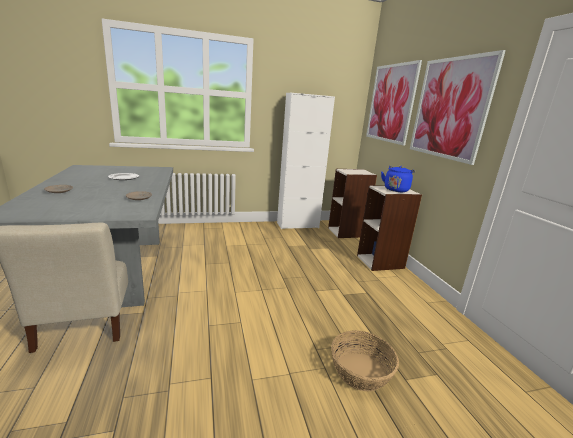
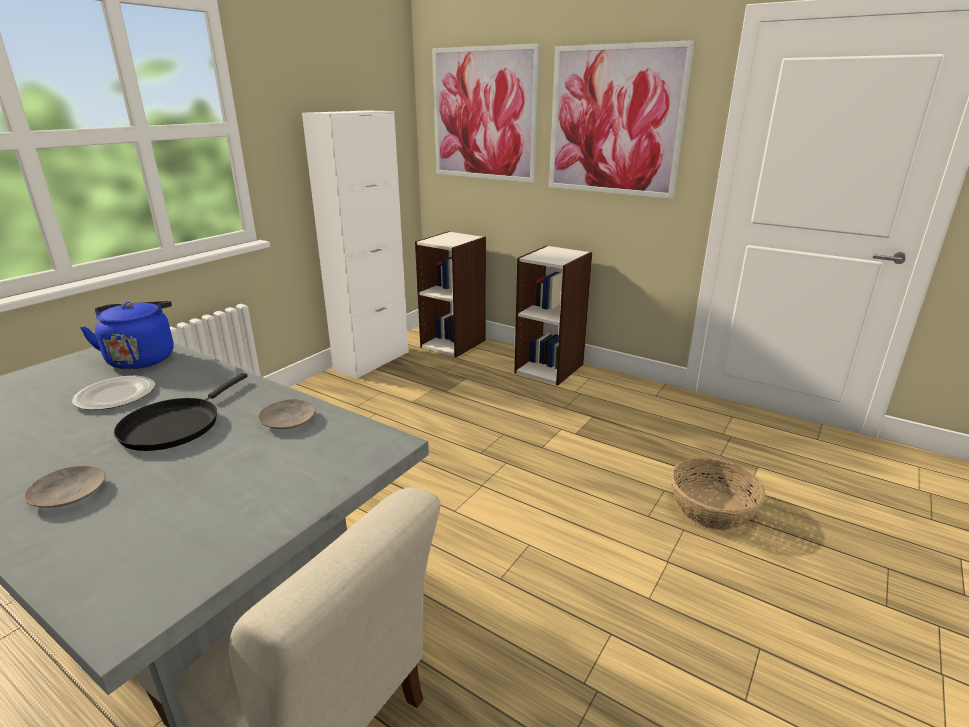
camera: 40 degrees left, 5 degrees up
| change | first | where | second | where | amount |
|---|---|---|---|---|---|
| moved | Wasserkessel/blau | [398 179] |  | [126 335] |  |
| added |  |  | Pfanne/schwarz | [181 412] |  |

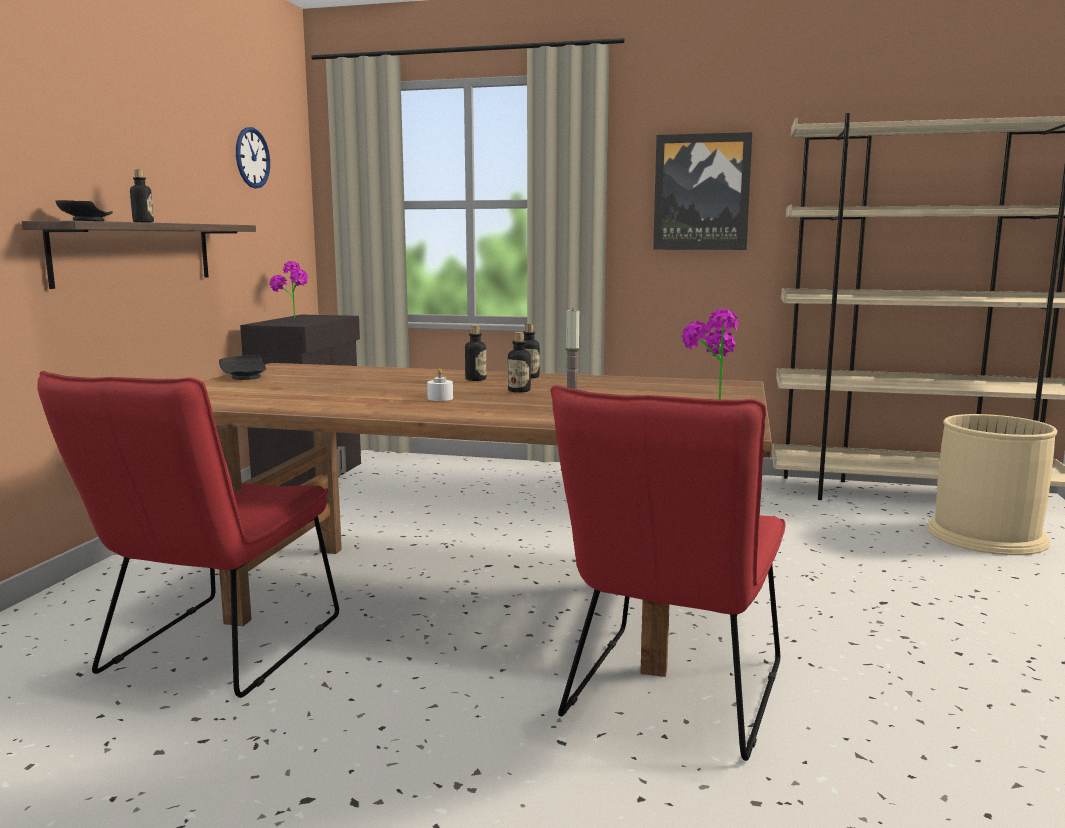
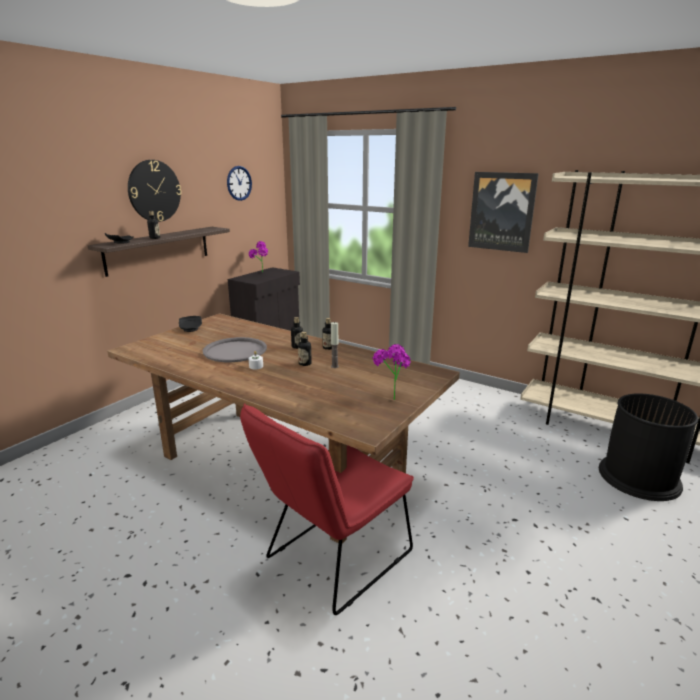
camera: 20 degrees right, 10 degrees up
| change | first | where | second | where | amount |
|---|---|---|---|---|---|
| added |  |  | Wanduhr | [155 191] |  |
| added |  |  | Tablett/grau | [235 349] |  |
| recoloured | Mülleimer/beige | [992 484] | Mülleimer/schwarz | [648 447] |  |
| removed | Stuhl/rot | [188 534] |  |  |  |

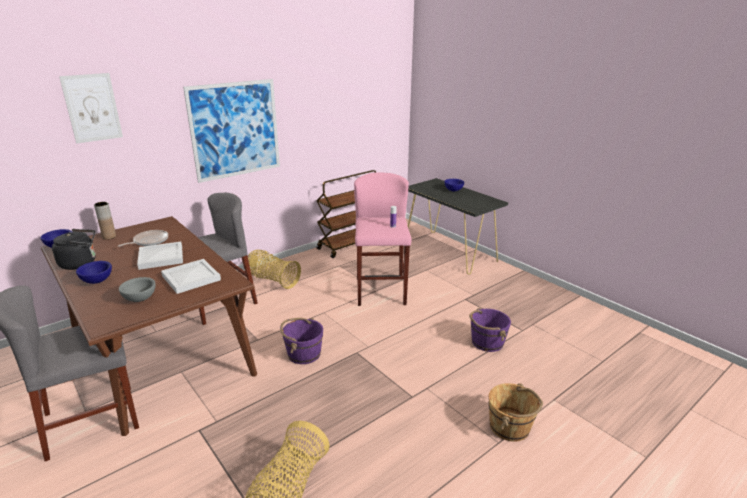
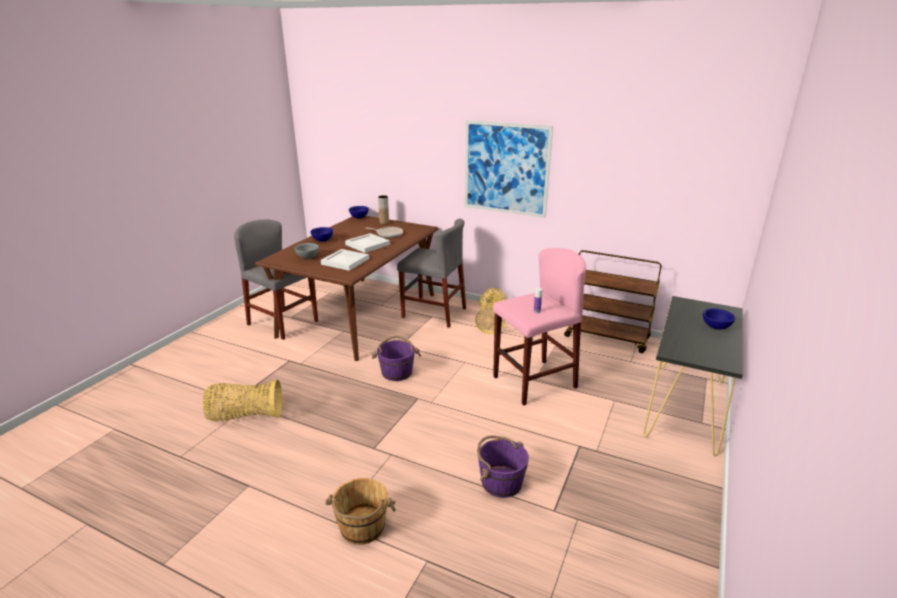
camera: 65 degrees right, 0 degrees up
| change | first | where | second | where | amount |
|---|---|---|---|---|---|
| removed | Wasserkessel/schwarz | [74 249] |  |  |  |
| removed | Bild | [91 108] |  |  |  |

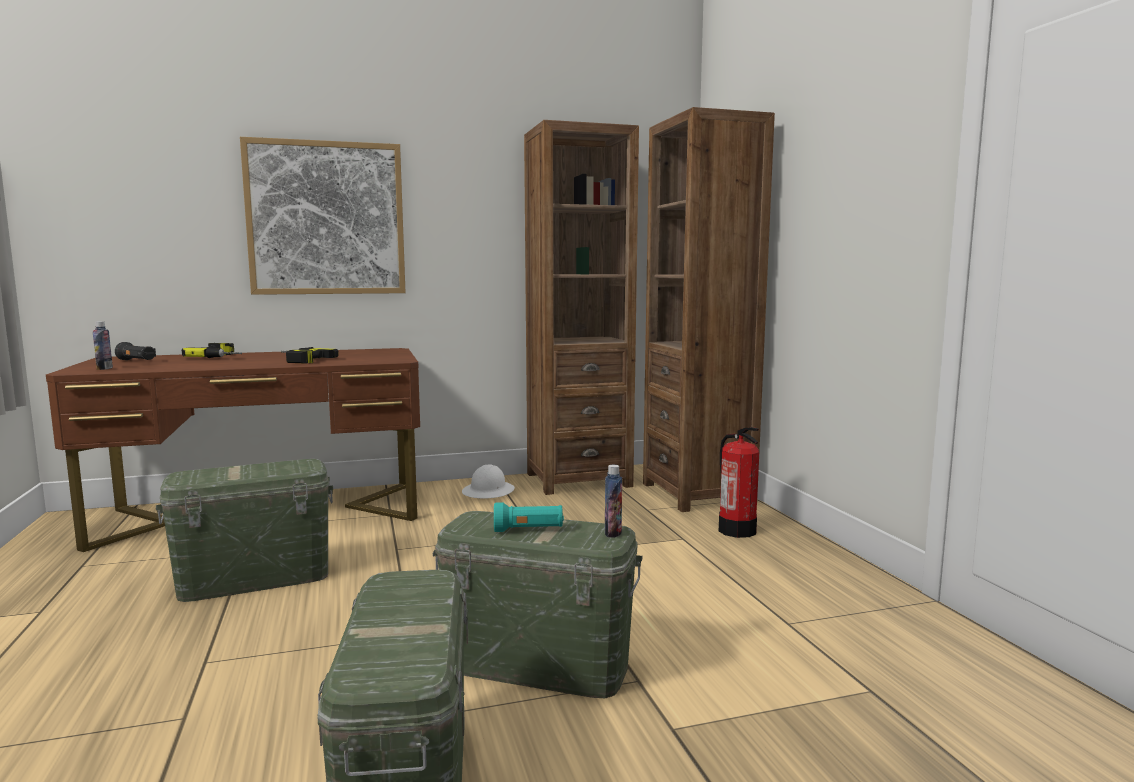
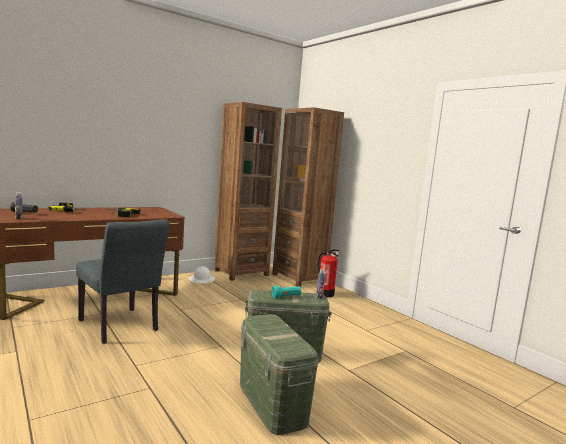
camera: 20 degrees left, 0 degrees up
| change | first | where | second | where | amount |
|---|---|---|---|---|---|
| replaced | Aufbewahrungsbox/grün | [244 530] | Stuhl/grau | [123 281] |  |
| removed | Bild | [323 216] |  |  |  |

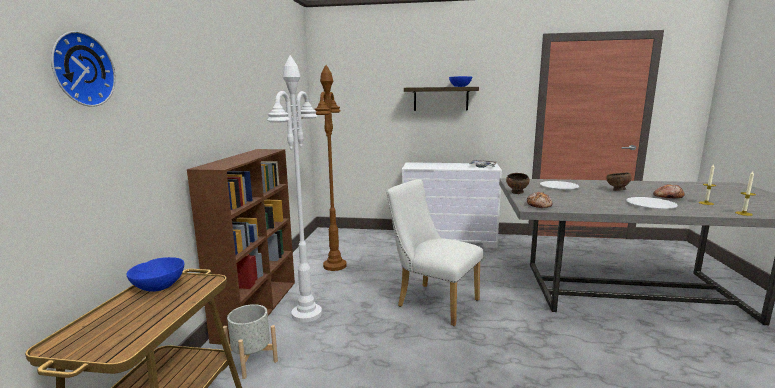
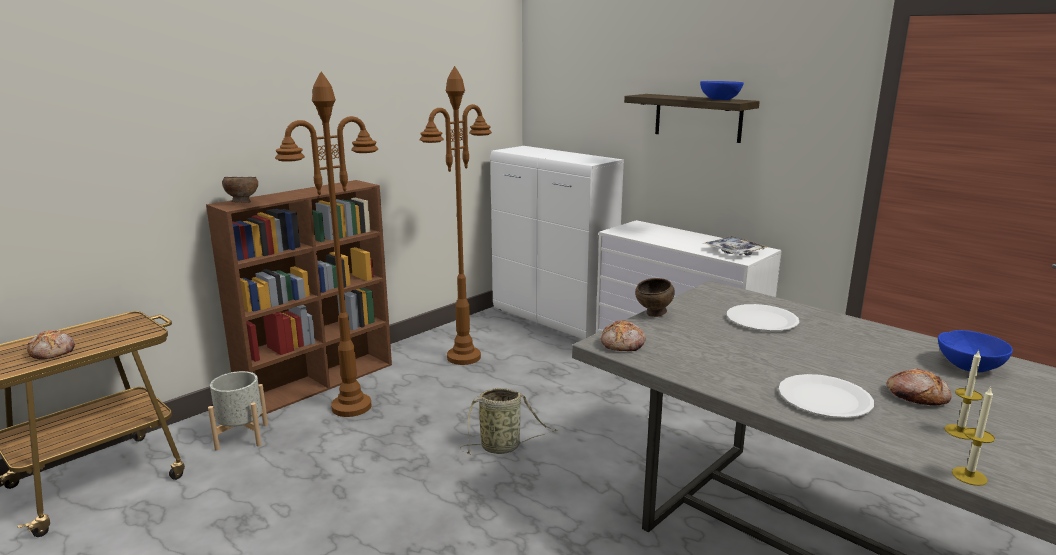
camera: 35 degrees right, 5 degrees up
| change | first | where | second | where | amount |
|---|---|---|---|---|---|
| added |  |  | Brot | [51 345] |  |
| moved | Schüssel/braun | [619 182] |  | [240 190] |  |
| recoloured | Stehlampe/weiß | [294 188] | Stehlampe/braun | [326 244] |  |
| replaced | Stuhl/weiß | [435 252] | Korb | [509 421] |  |
| added |  |  | Schrank/weiß | [557 242] |  |
| moved | Schüssel/blau | [155 274] |  | [975 351] |  |
| removed | Wanduhr | [83 69] |  |  |  |

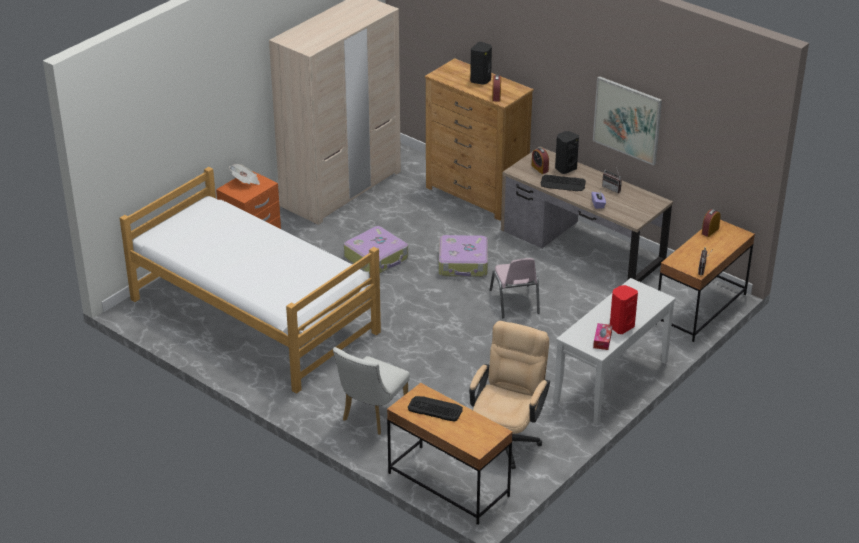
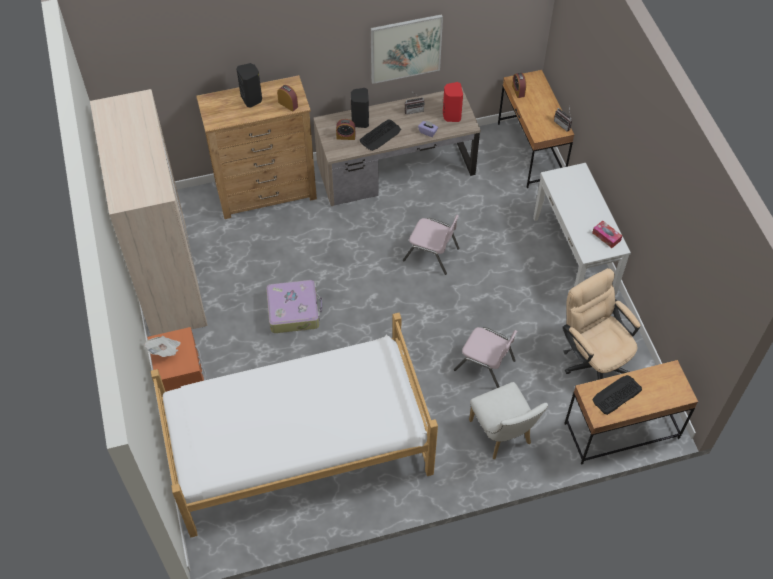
camera: 55 degrees left, 20 degrees up
| change | first | where | second | where | amount |
|---|---|---|---|---|---|
| moved | Lautsprecher/rot | [624 309] |  | [453 102] |  |
| added |  |  | Stuhl/rosa | [485 357] |  |
| removed | Koffer | [463 256] |  |  |  |

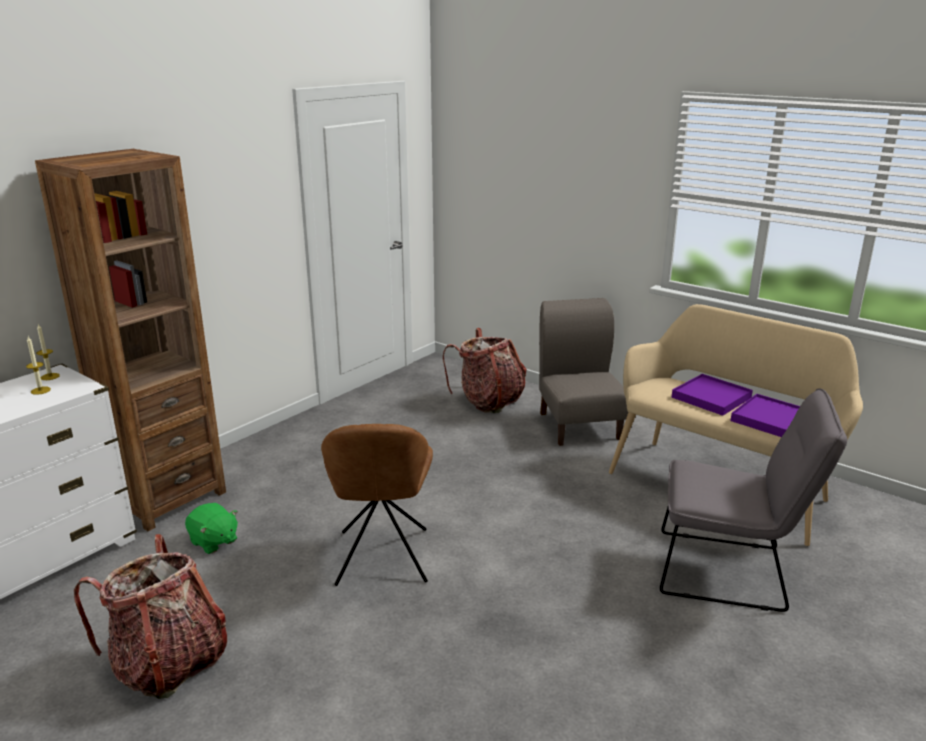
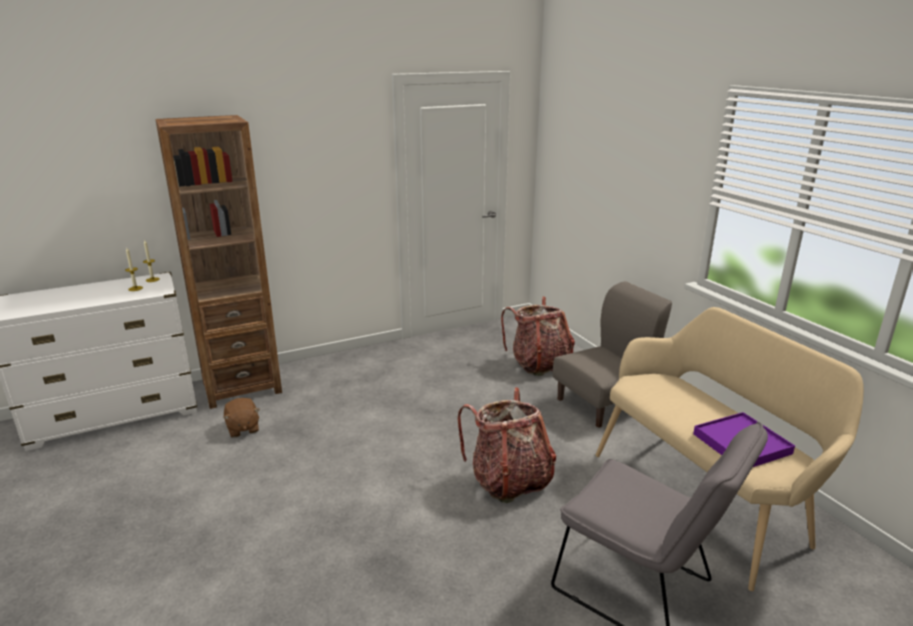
camera: 25 degrees right, 0 degrees up
| change | first | where | second | where | amount |
|---|---|---|---|---|---|
| recoloured | Plüschtier/grün | [211 528] | Plüschtier/braun | [241 418] |  |
| moved | Rucksack | [150 616] |  | [507 445] |  |
| turned | Stuhl/grau | [583 372] |  | [612 354] | 45 degrees clockwise |
| removed | Stuhl/braun | [377 505] |  |  |  |
| removed | Tablett/lila | [712 395] |  |  |  |

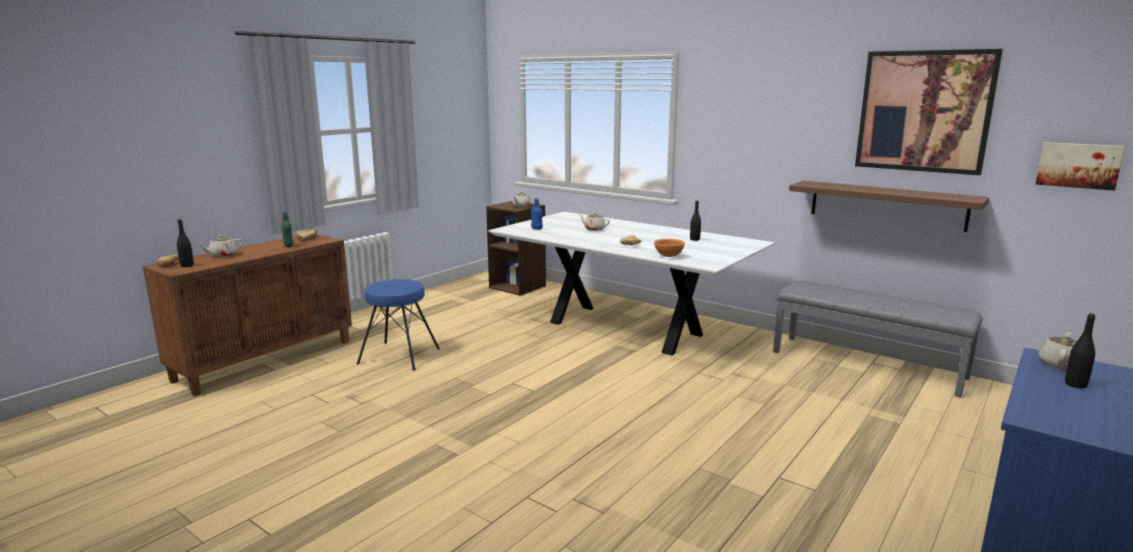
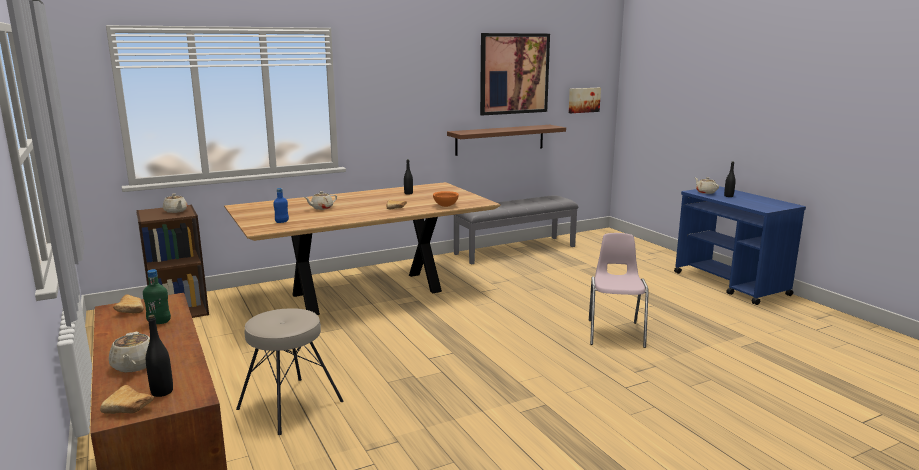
camera: 65 degrees left, 0 degrees up
| change | first | where | second | where | amount |
|---|---|---|---|---|---|
| recoloured | Esstisch/weiß | [631 283] | Esstisch/braun | [362 248] |  |
| recoloured | Hocker/blau | [398 325] | Hocker/beige | [289 371] |  |
| added |  |  | Stuhl/rosa | [619 290] |  |

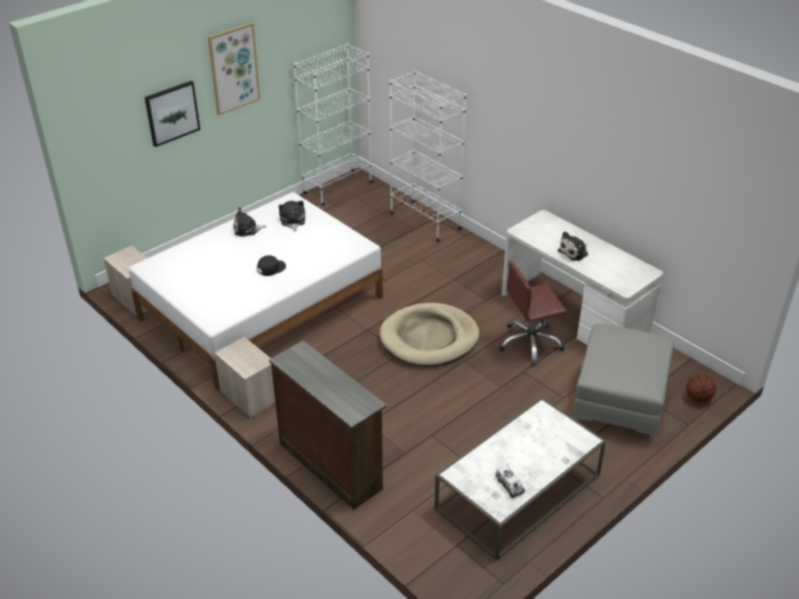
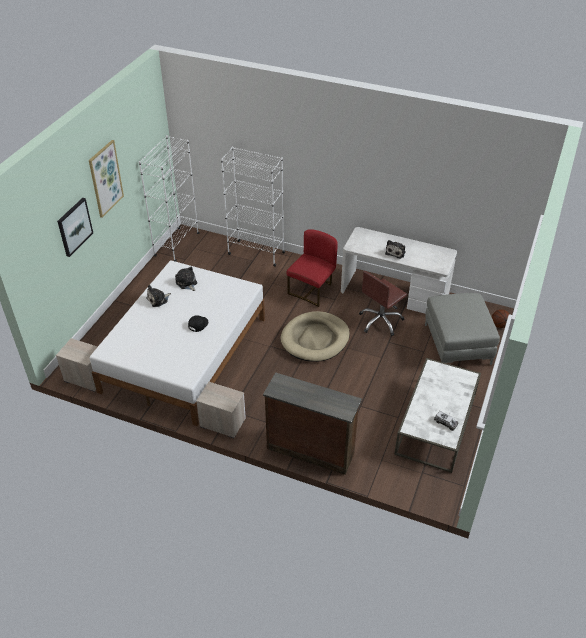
camera: 25 degrees left, 5 degrees up
| change | first | where | second | where | amount |
|---|---|---|---|---|---|
| added |  |  | Stuhl/rot | [312 268] |  |

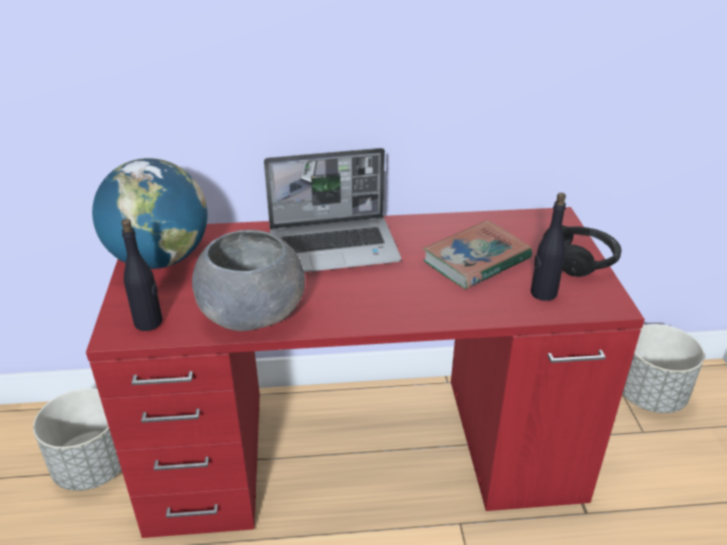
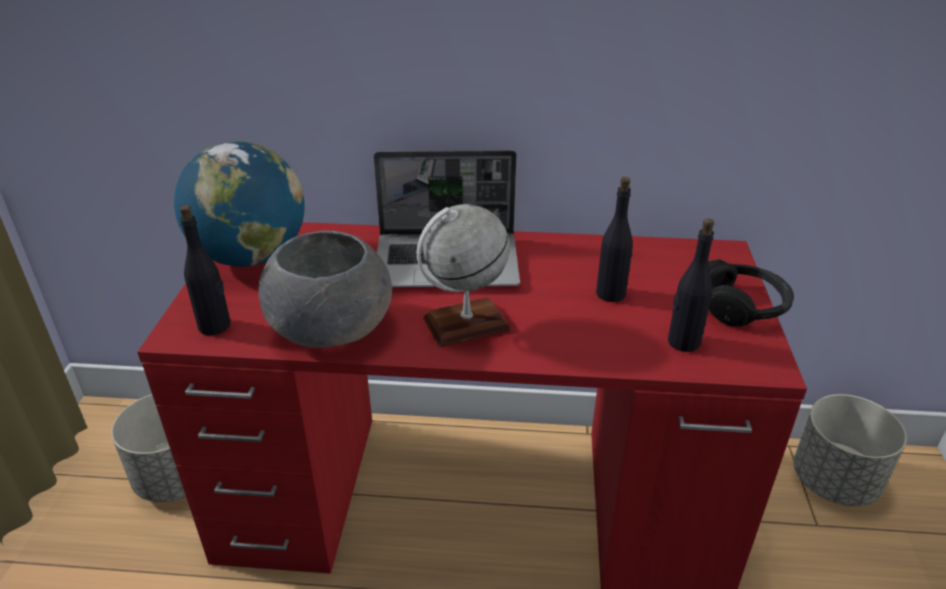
camera: 10 degrees right, 0 degrees up
| change | first | where | second | where | amount |
|---|---|---|---|---|---|
| added |  |  | Globus | [464 275] |  |
| replaced | Buch | [477 254] | Flasche/schwarz | [614 239] |  |

